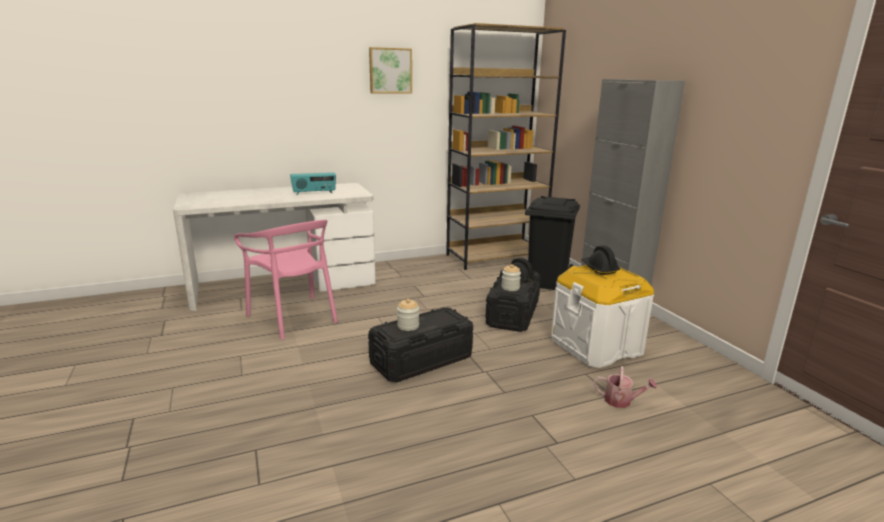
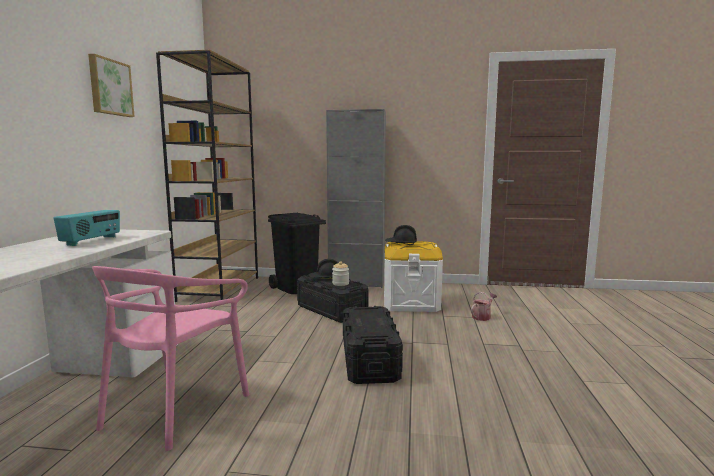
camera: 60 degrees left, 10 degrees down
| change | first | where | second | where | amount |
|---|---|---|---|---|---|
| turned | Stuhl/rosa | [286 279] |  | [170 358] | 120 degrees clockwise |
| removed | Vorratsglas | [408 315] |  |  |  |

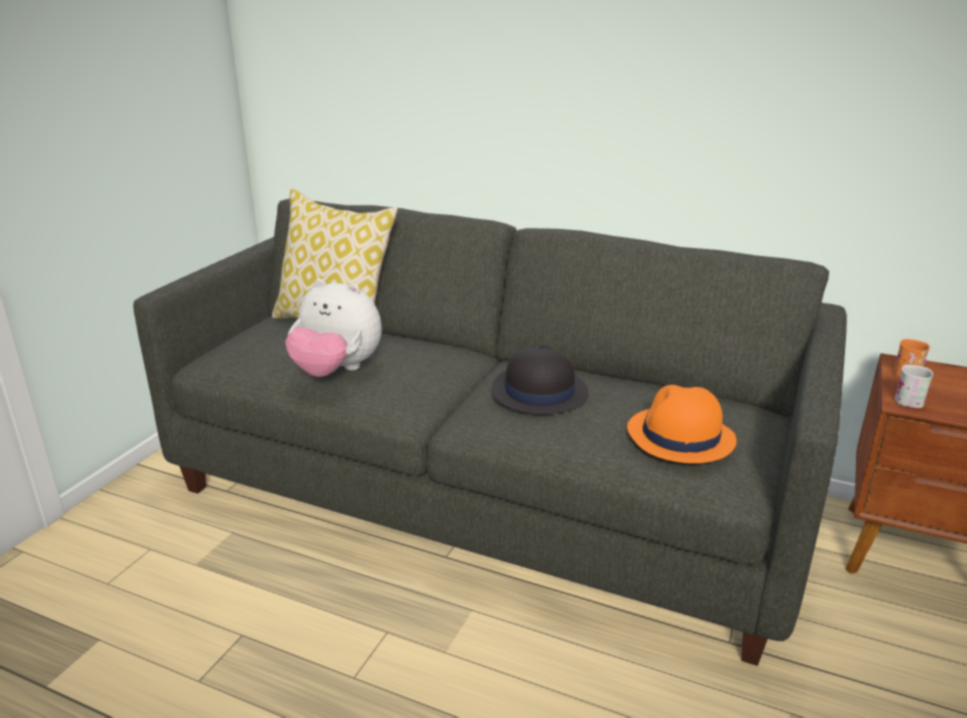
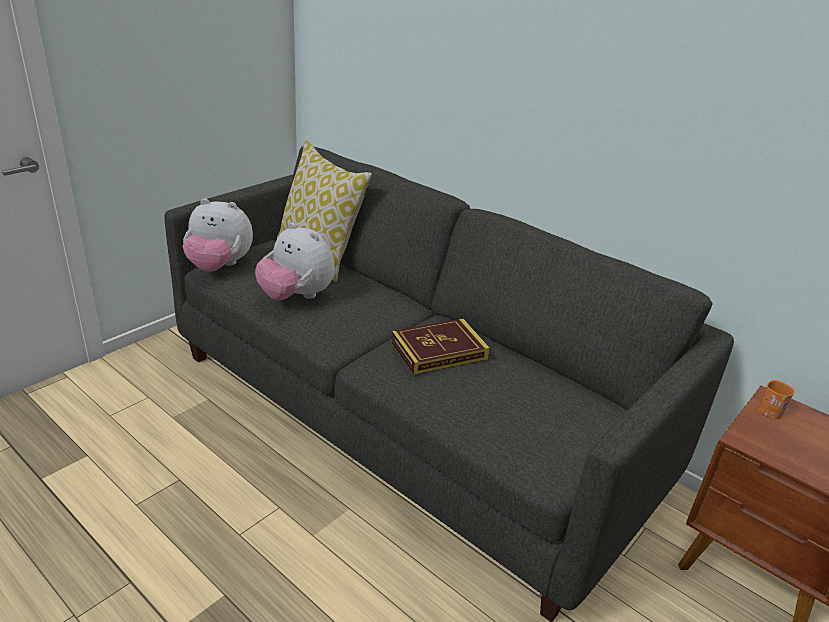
camera: 15 degrees right, 5 degrees up
| change | first | where | second | where | amount |
|---|---|---|---|---|---|
| added |  |  | Plüschtier | [218 235] |  |
| replaced | Hut/schwarz | [540 379] | Buch | [440 347] |  |
| removed | Hut/orange | [682 424] |  |  |  |
| removed | Henkelbecher/weiß | [914 386] |  |  |  |

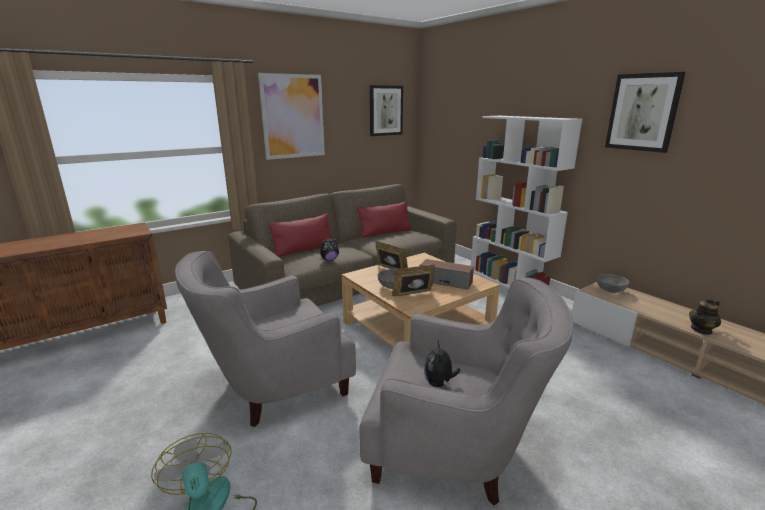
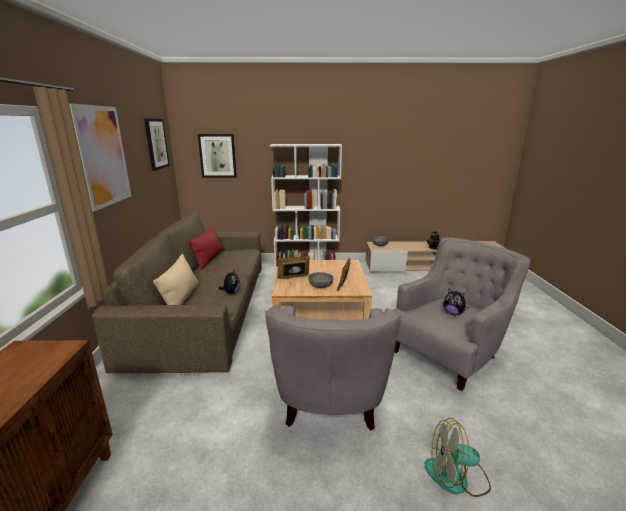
camera: 55 degrees left, 0 degrees up
| change | first | where | second | where | amount |
|---|---|---|---|---|---|
| recoloured | Kissen/rot | [300 235] | Kissen/beige | [175 279] |  |
| moved | Bild | [645 112] |  | [217 156] |  |
| removed | Lautsprecher | [447 274] |  |  |  |

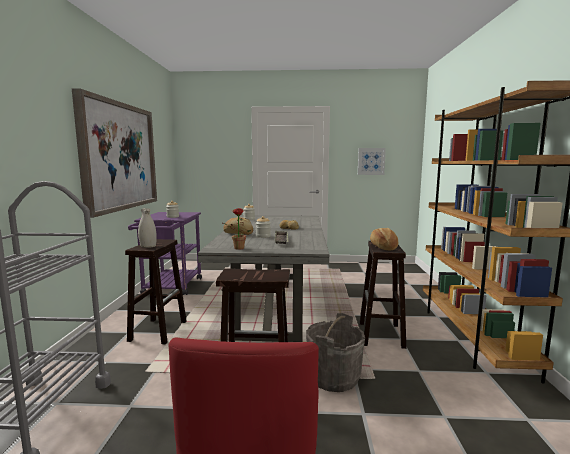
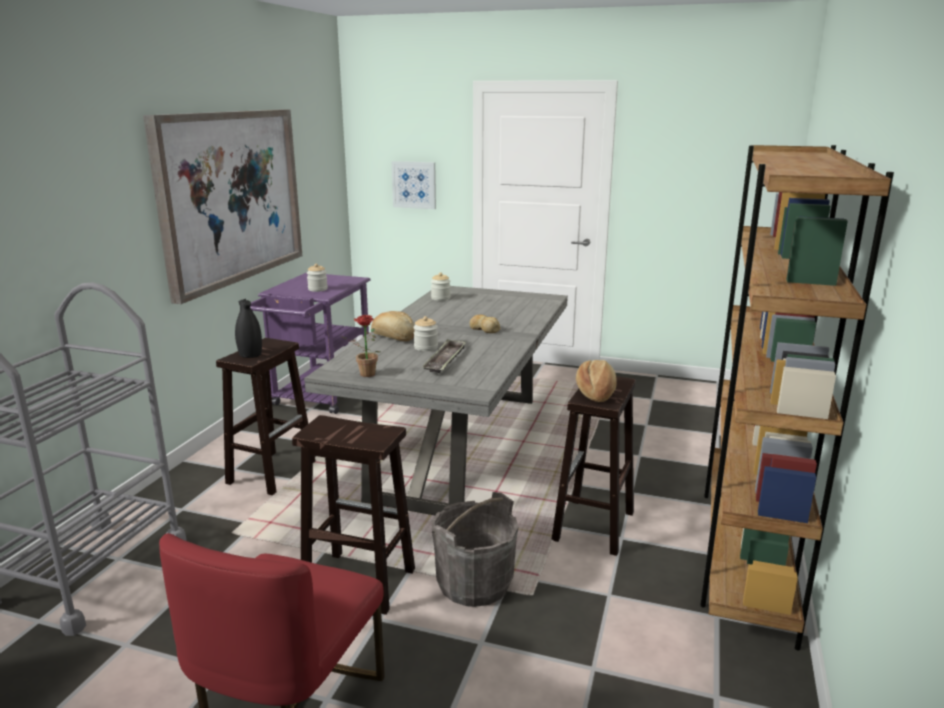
camera: 15 degrees right, 10 degrees up
| change | first | where | second | where | amount |
|---|---|---|---|---|---|
| recoloured | Vase/weiß | [147 228] | Vase/schwarz | [248 328] |  |
| moved | Bild | [372 161] |  | [413 185] |  |

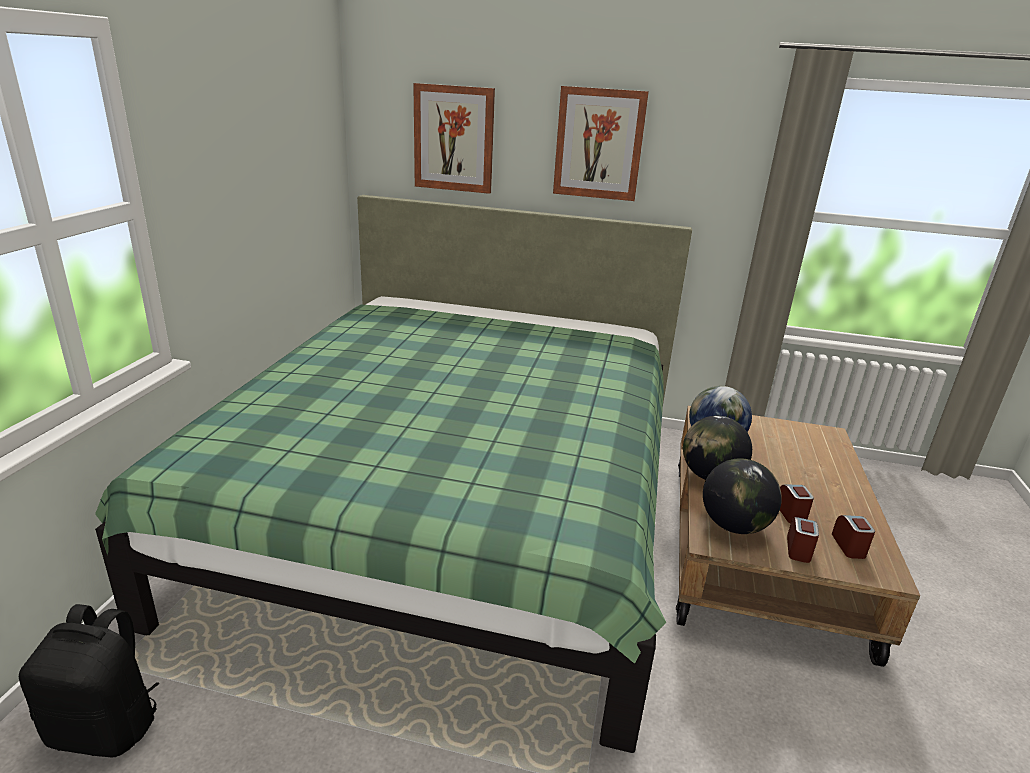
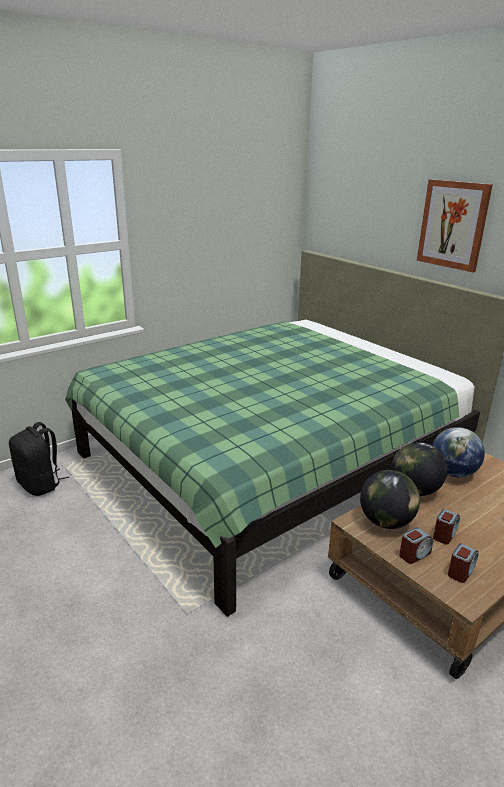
camera: 40 degrees right, 0 degrees up
| change | first | where | second | where | amount |
|---|---|---|---|---|---|
| removed | Bild | [454 138] |  |  |  |

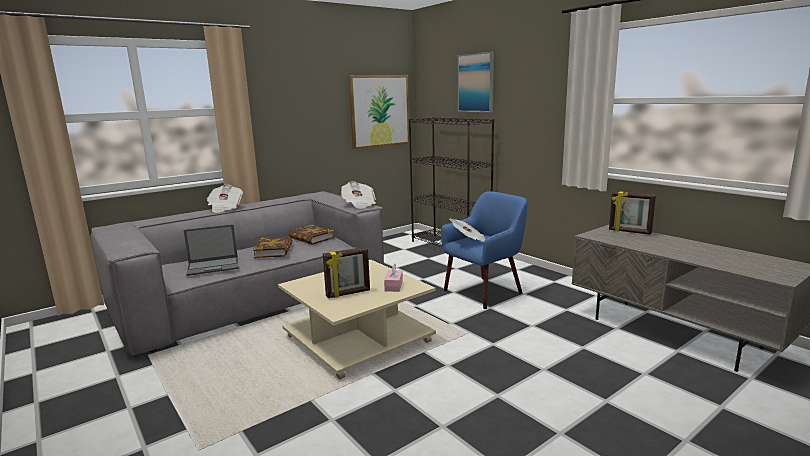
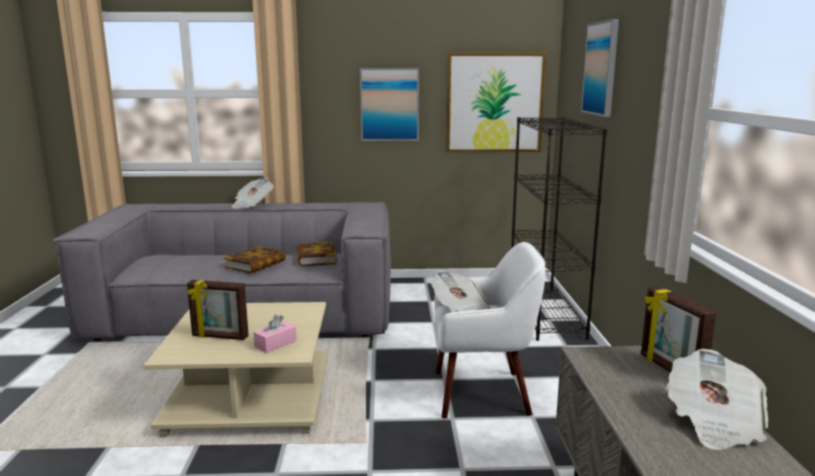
camera: 35 degrees right, 0 degrees up
| change | first | where | second | where | amount |
|---|---|---|---|---|---|
| added |  |  | Bild | [389 104] |  |
| recoloured | Sessel/blau | [484 250] | Sessel/weiß | [490 330] |  |
| moved | Zeitung | [358 195] |  | [716 399] |  |
| removed | Laptop | [211 250] |  |  |  |

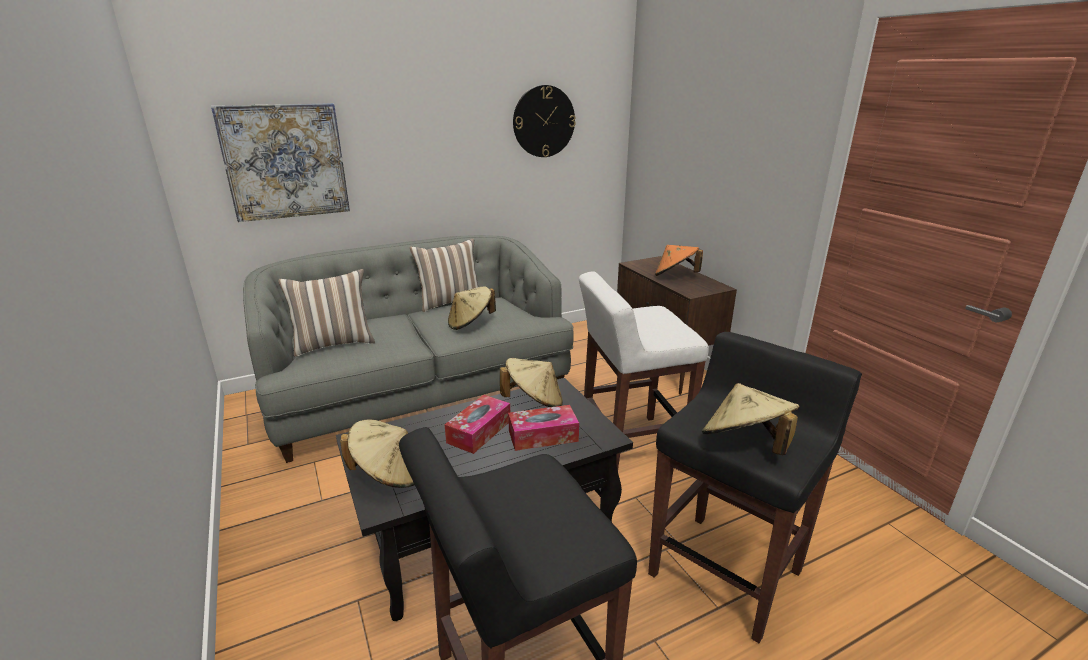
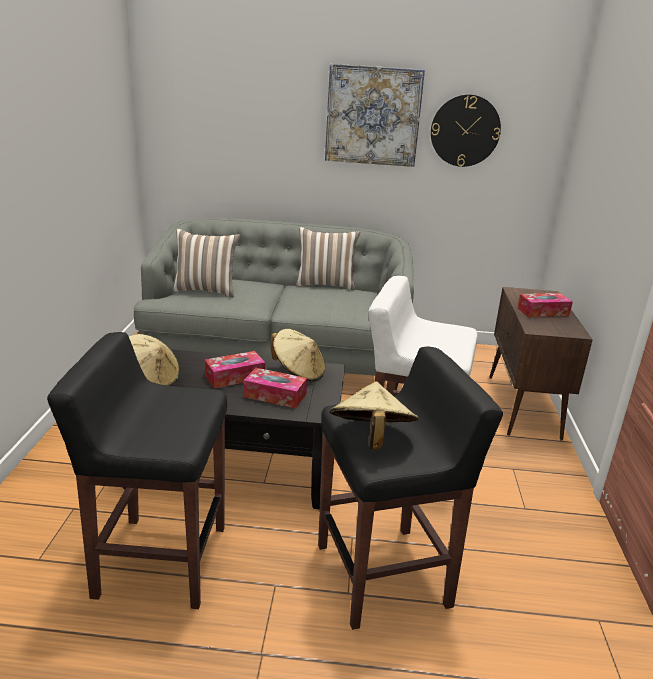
camera: 30 degrees right, 0 degrees up
| change | first | where | second | where | amount |
|---|---|---|---|---|---|
| moved | Bild | [280 162] |  | [375 115] |  |
| replaced | Hut/orange | [679 260] | Taschentuchbox | [545 305] |  |
| removed | Hut/beige | [472 308] |  |  |  |

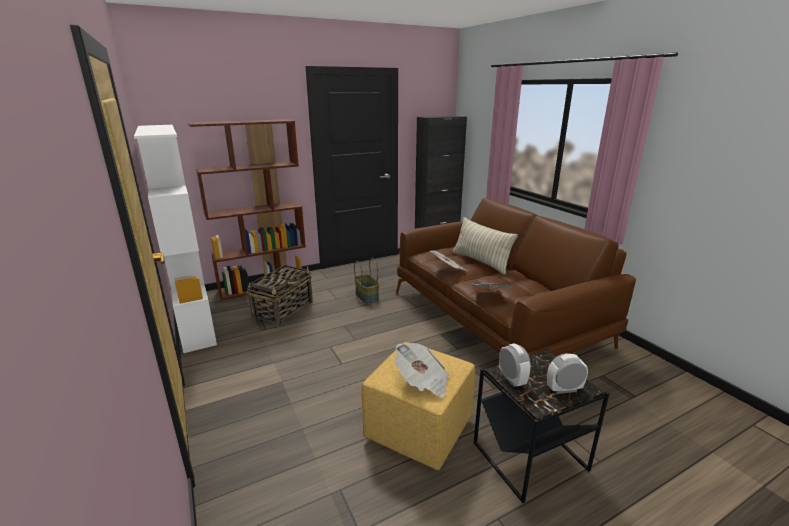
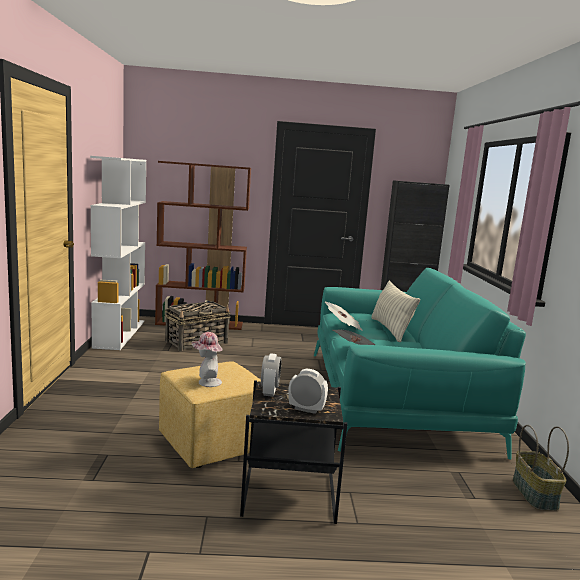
camera: 25 degrees right, 10 degrees down
| change | first | where | second | where | amount |
|---|---|---|---|---|---|
| replaced | Zeitung | [421 370] | Hut | [207 359] |  |
| recoloured | Sofa/braun | [516 277] | Sofa/türkis | [420 364] |  |
| moved | Korb | [366 281] |  | [541 468] |  |

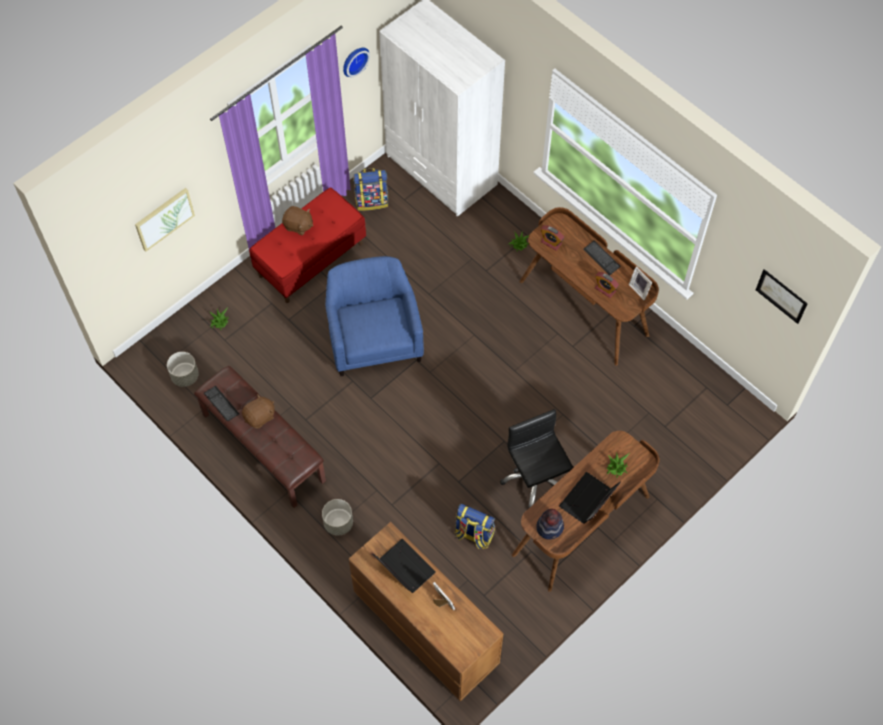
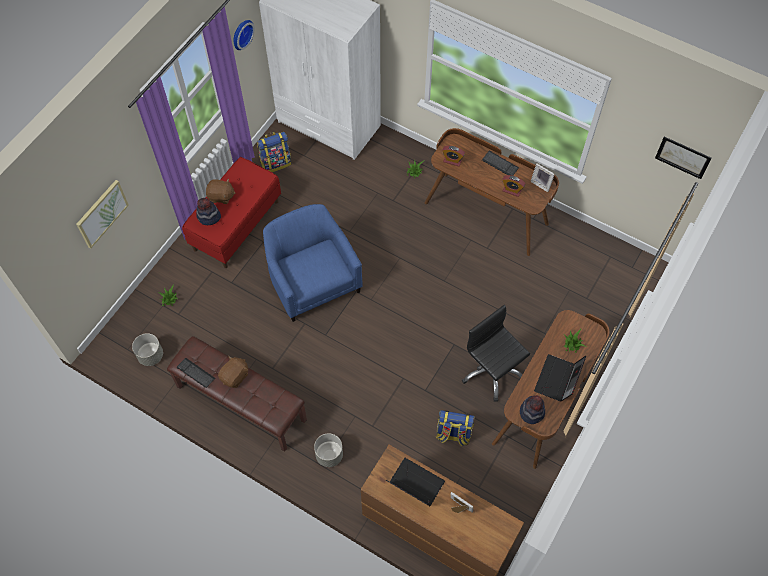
camera: 15 degrees left, 0 degrees up
| change | first | where | second | where | amount |
|---|---|---|---|---|---|
| added |  |  | Hut | [208 211] |  |

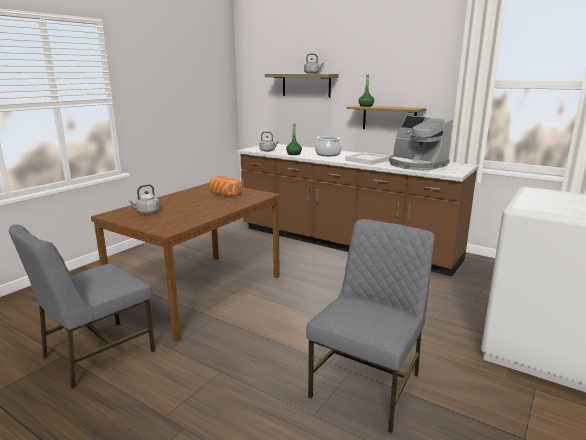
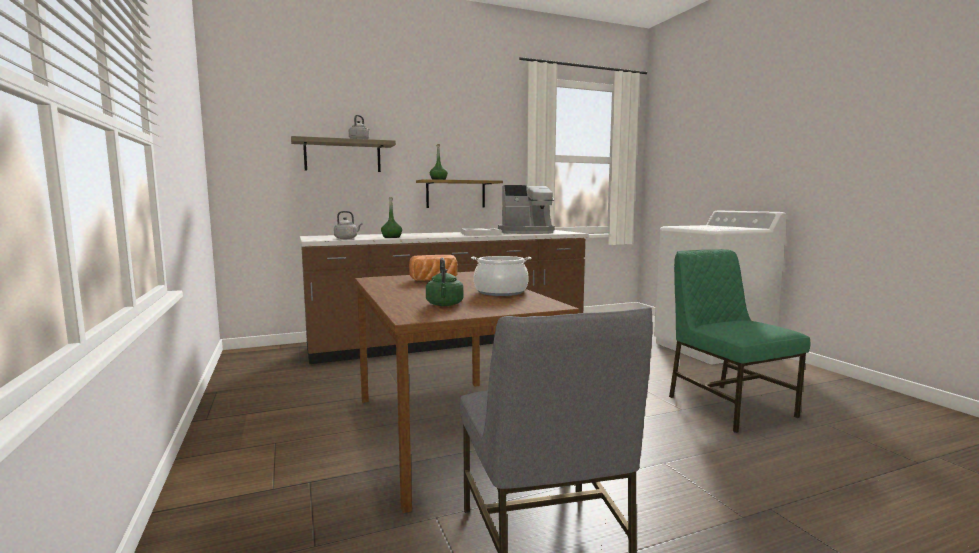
camera: 55 degrees left, 10 degrees down
| change | first | where | second | where | amount |
|---|---|---|---|---|---|
| recoloured | Wasserkessel/grau | [144 199] | Wasserkessel/grün | [445 282] |  |
| moved | Kochtopf | [328 145] |  | [501 276] |  |
| recoloured | Stuhl/grau | [370 326] | Stuhl/grün | [739 341] |  |

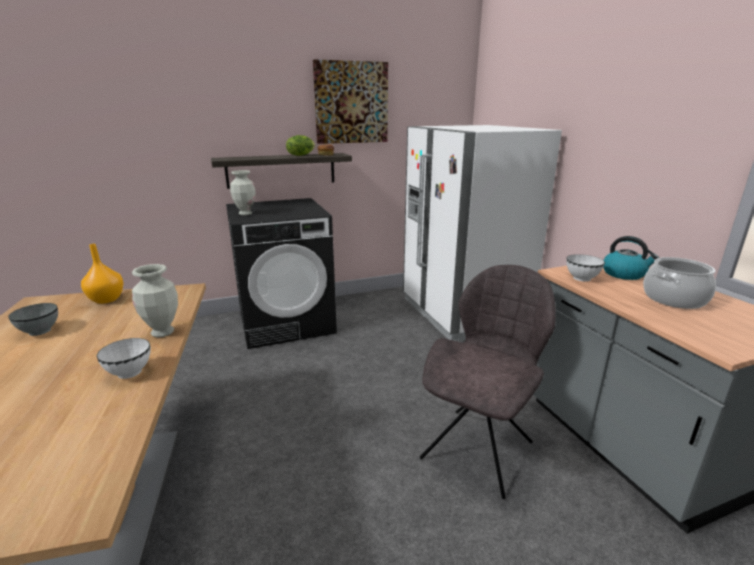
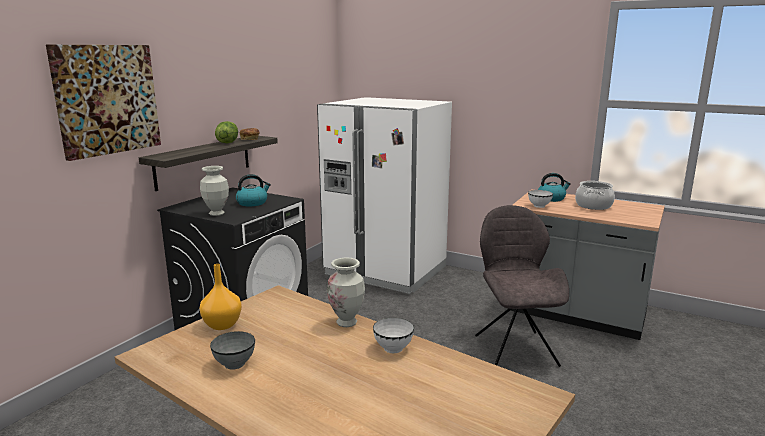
camera: 40 degrees left, 5 degrees down
| change | first | where | second | where | amount |
|---|---|---|---|---|---|
| moved | Bild | [350 101] |  | [103 103] |  |
| added |  |  | Wasserkessel | [253 190] |  |

